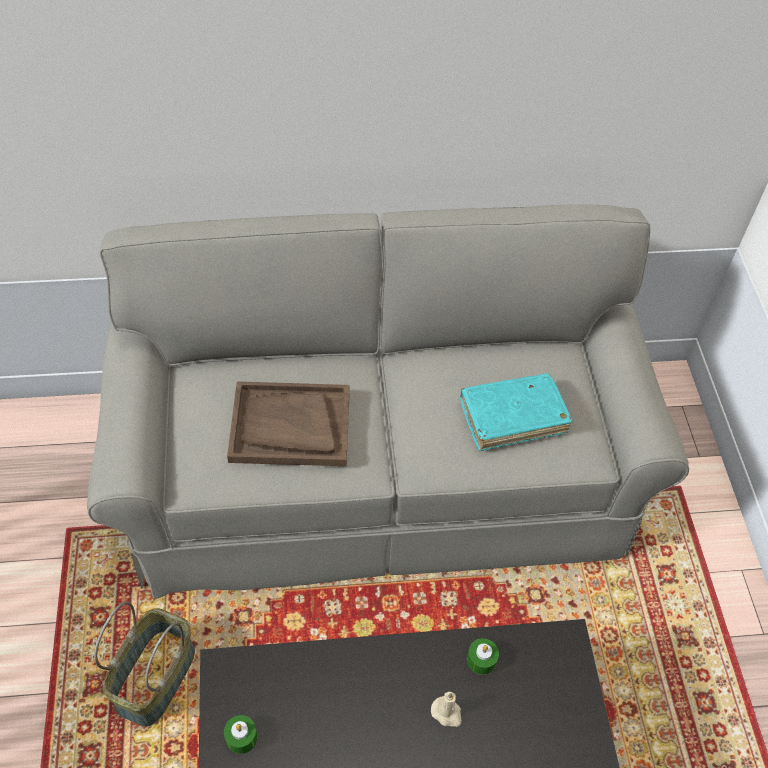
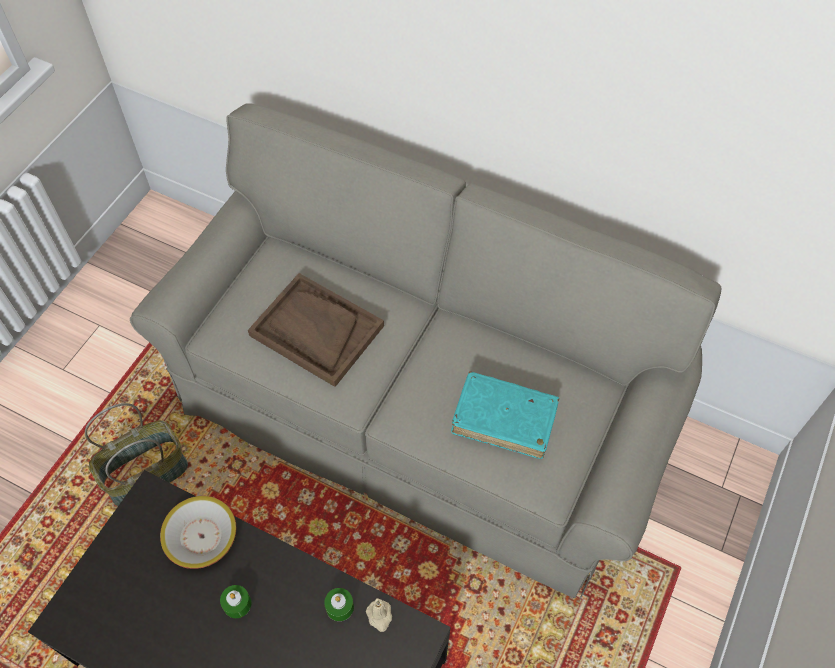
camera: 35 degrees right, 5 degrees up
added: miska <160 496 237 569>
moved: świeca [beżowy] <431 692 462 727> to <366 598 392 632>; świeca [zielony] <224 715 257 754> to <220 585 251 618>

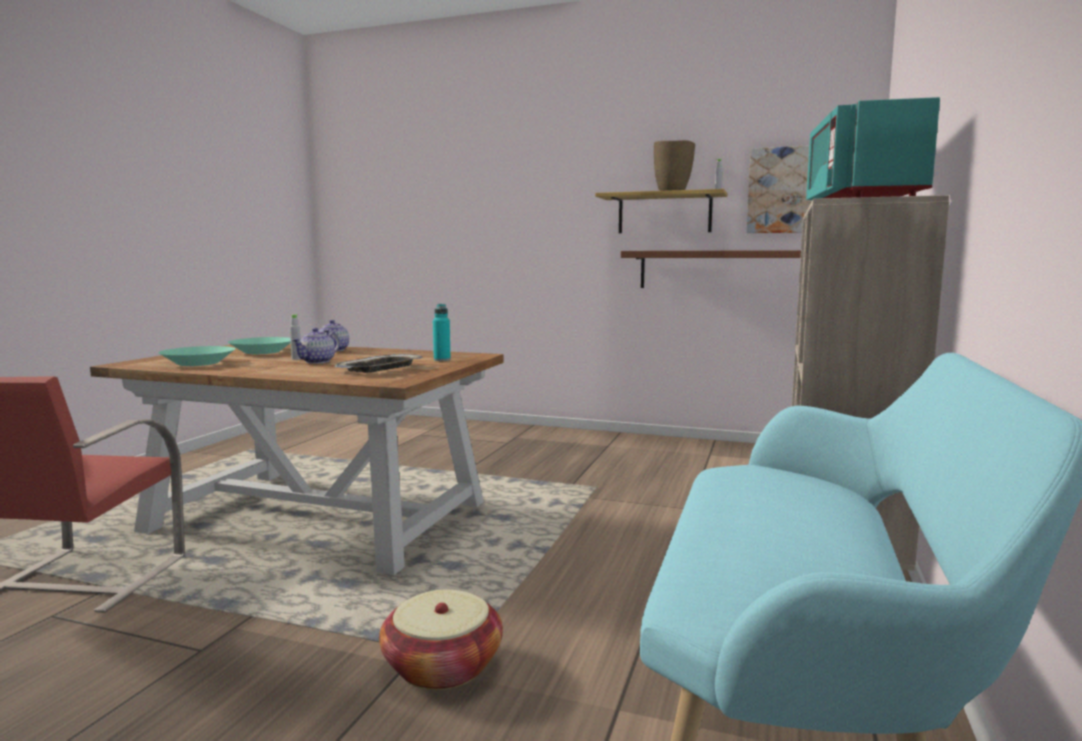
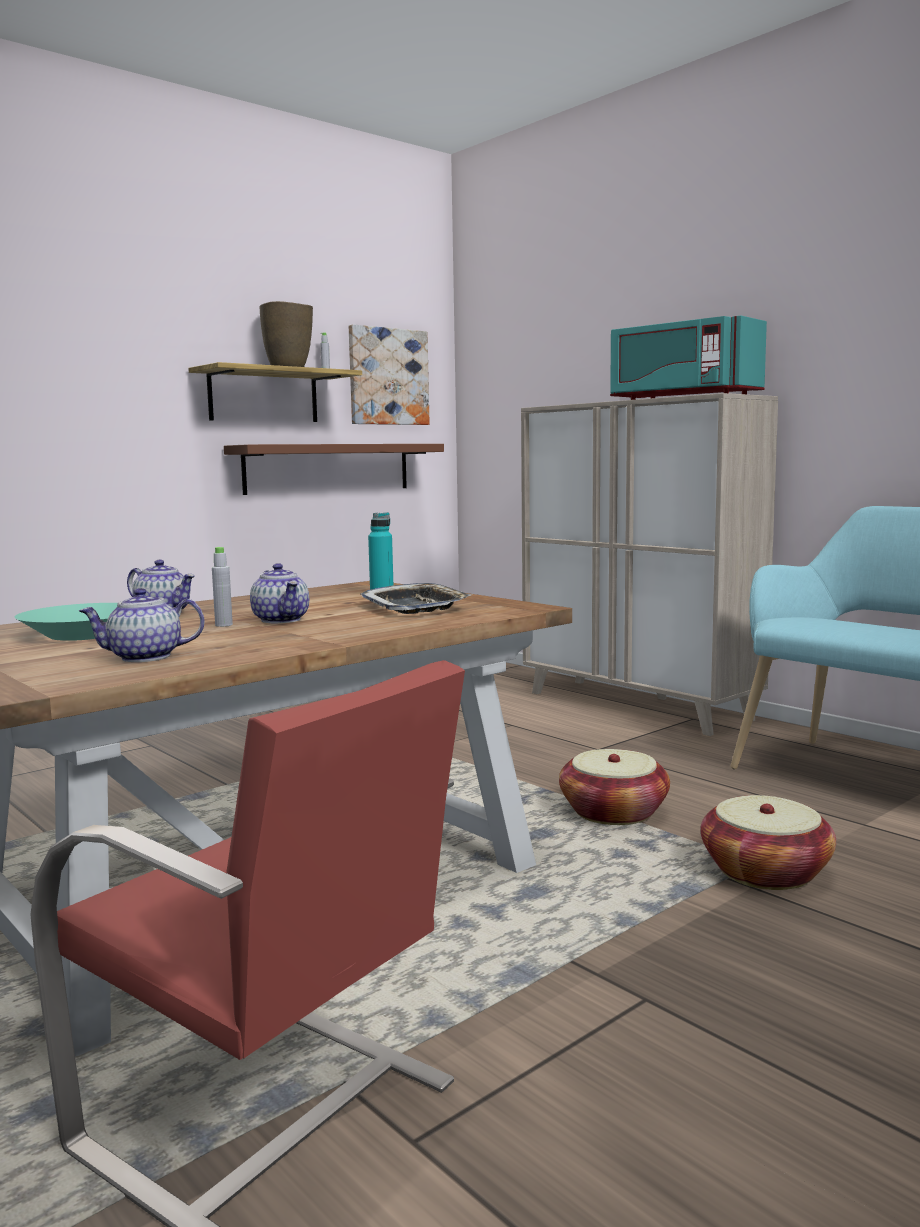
camera: 60 degrees left, 0 degrees up
added: koszyk <559 749 670 825>
replaced: miska [turkusowy] <158 346 236 366> to imbryk <79 588 204 662>

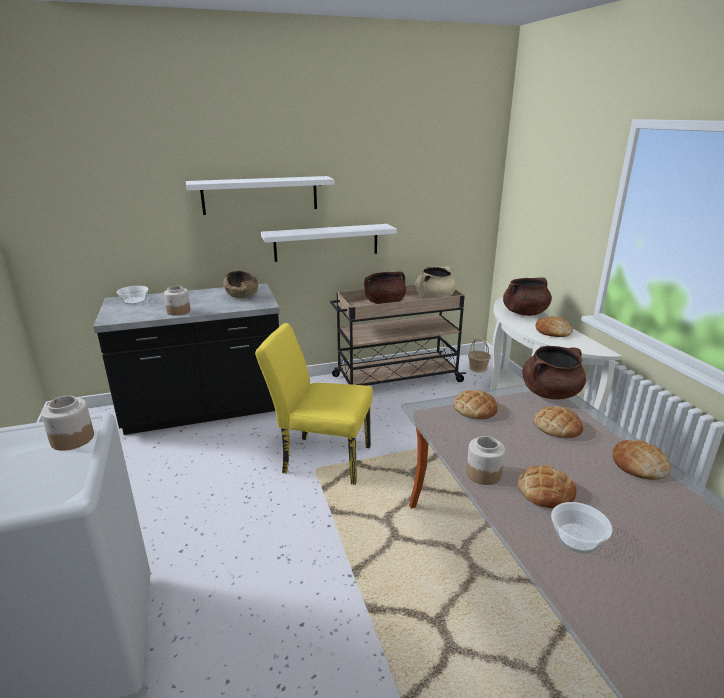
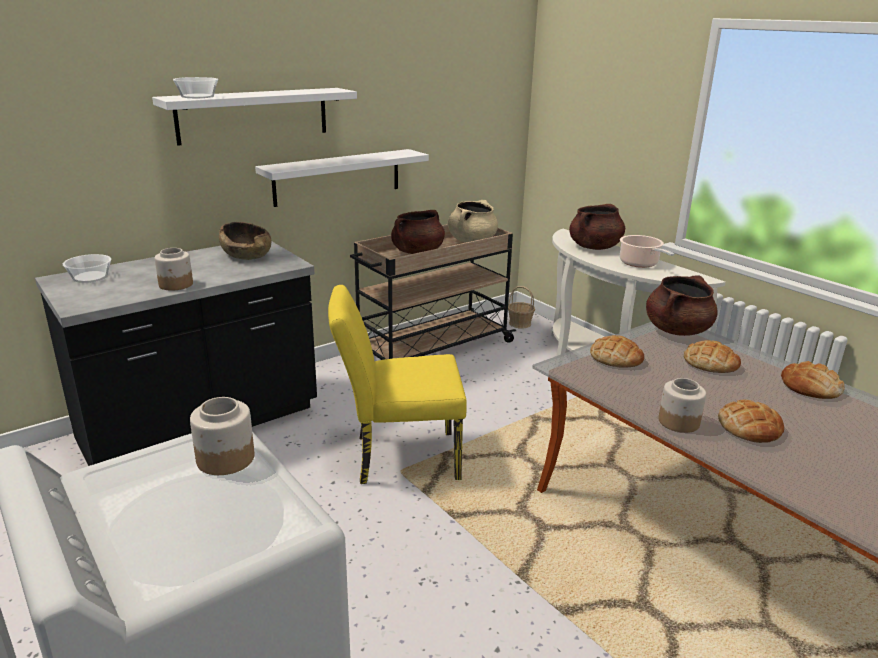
camera: 20 degrees left, 0 degrees up
moved: miska <551 502 612 554> to <173 77 218 98>
replaced: chleb <536 316 573 337> to garnek <620 235 675 268>

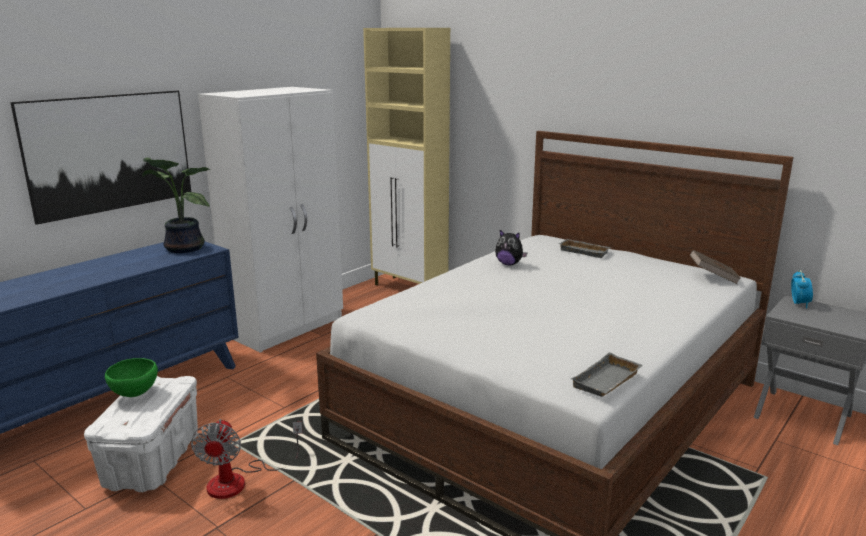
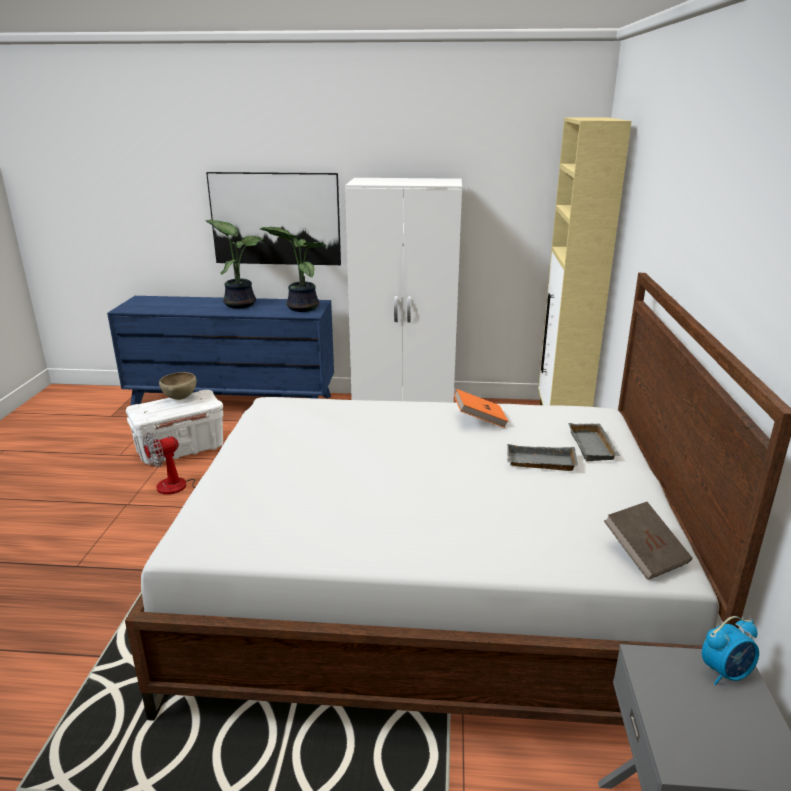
camera: 55 degrees right, 5 degrees up
added: roślina doniczkowa <206 220 265 308>
moved: taca [szary] <571 352 643 397> to <507 444 578 471>
replaced: pluszak <495 230 527 265> to książka [pomarańczowy] <454 389 509 428>
recoloured: miska [zielony] <105 358 158 397> to miska [brązowy] <159 372 197 400>

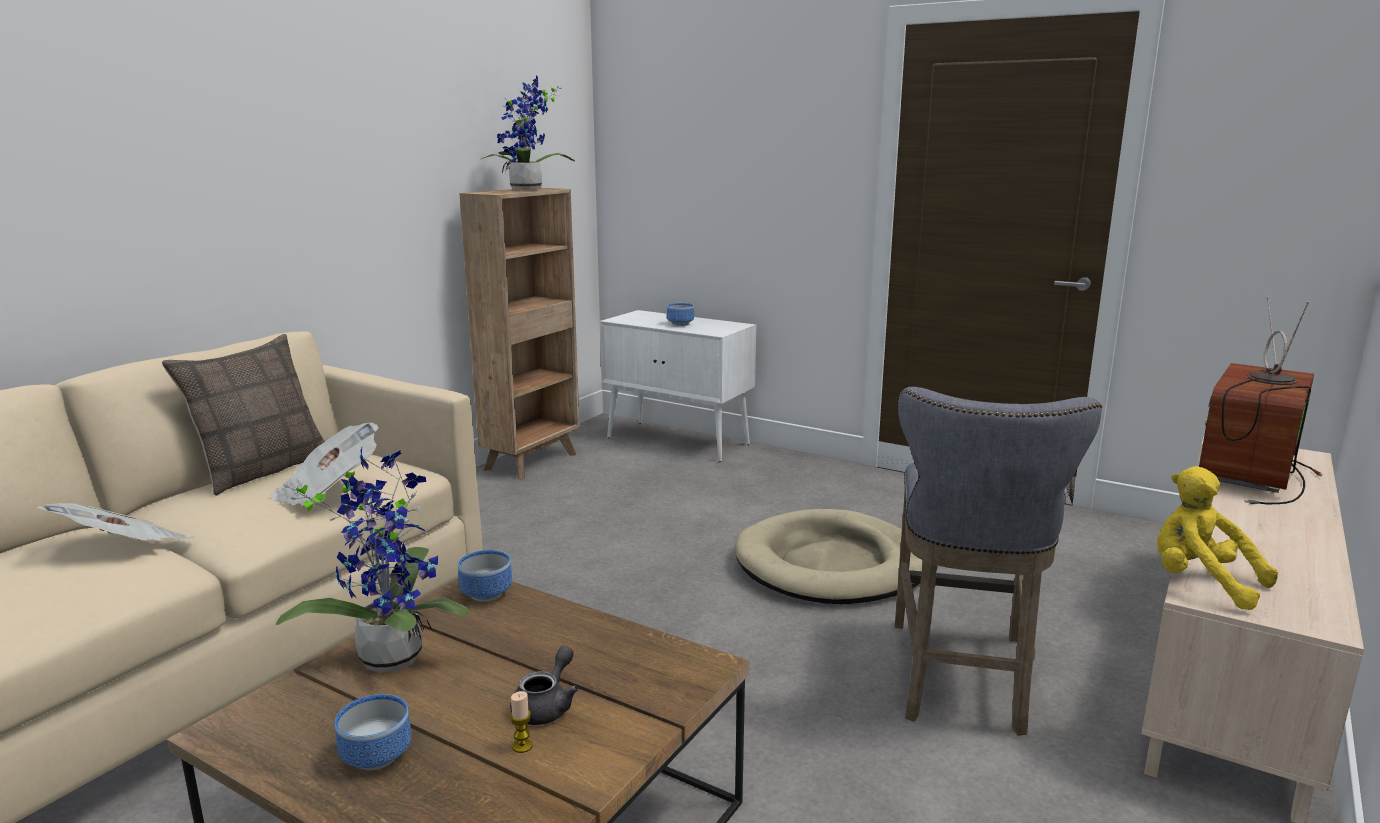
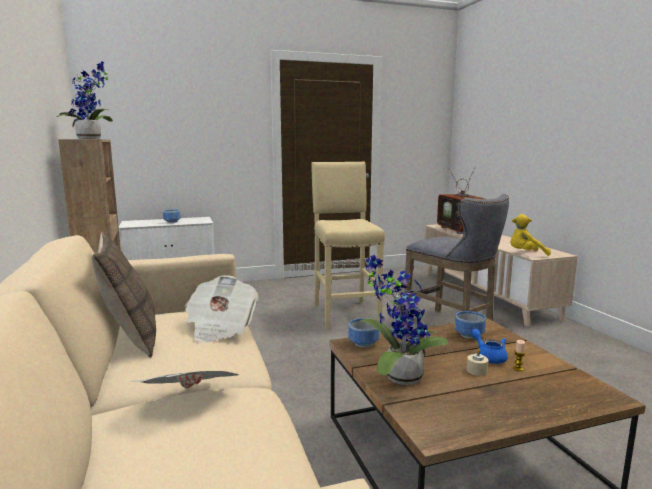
camera: 50 degrees left, 5 degrees down
added: świeca [beżowy] <467 348 489 376>
moved: miska <335 694 412 770> to <455 311 486 339>
replaced: legowisko [beżowy] <735 509 923 604> to stołek [beżowy] <311 161 385 329>
recoloured: imbryk [szary] <510 646 579 725> to imbryk [niebieski] <471 329 508 364>

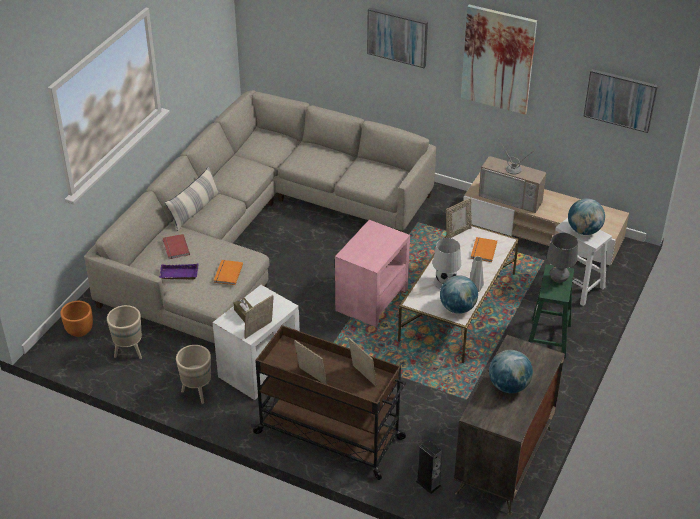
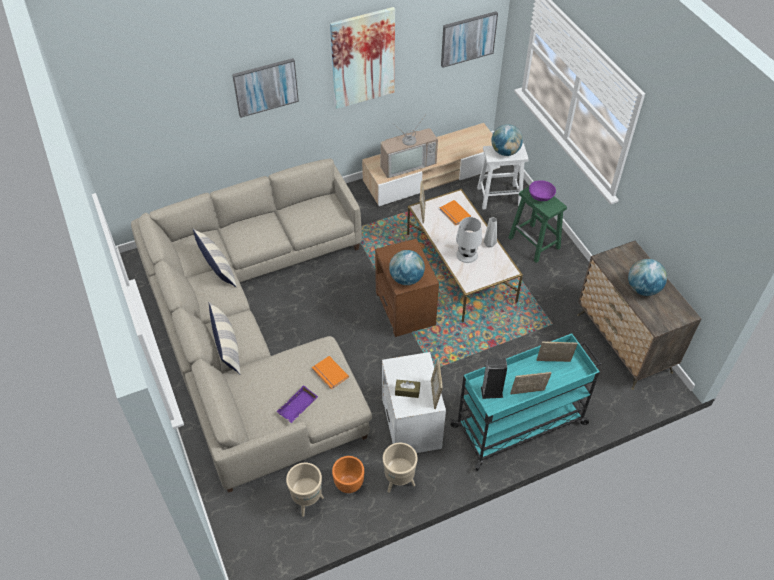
camera: 50 degrees left, 10 degrees up
removed: książka [czerwony] <163 234 190 259>
added: poduszka <193 229 237 287>
moved: globus <440 275 478 314> to <389 250 425 285>; donica [pomarańczowy] <60 301 93 337> to <332 456 364 493>; głośnik <416 440 442 494> to <481 358 507 399>
replaced: lampa stołowa [szary] <547 233 578 283> to miska [fioletowy] <529 180 556 201>
recoloured: stolik [różowy] <335 220 410 327> to stolik [brązowy] <375 238 439 337>; wózek [brązowy] <251 325 406 480> to wózek [turkusowy] <449 334 601 471>

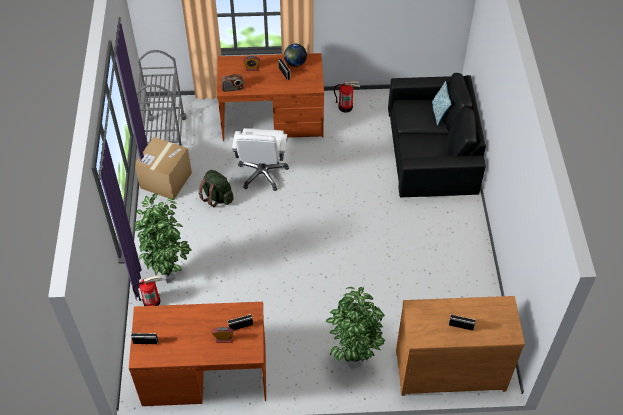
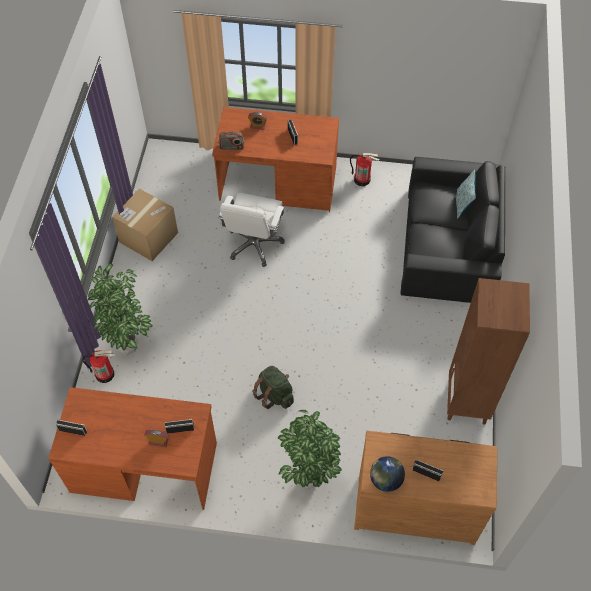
camera: 10 degrees right, 5 degrees up
removed: wózek [szary] <136 50 187 146>
added: regał [brązowy] <447 278 530 425>
moved: globus <284 44 307 67> to <370 456 405 492>; plecak [zielony] <199 170 234 207> to <252 366 294 409>

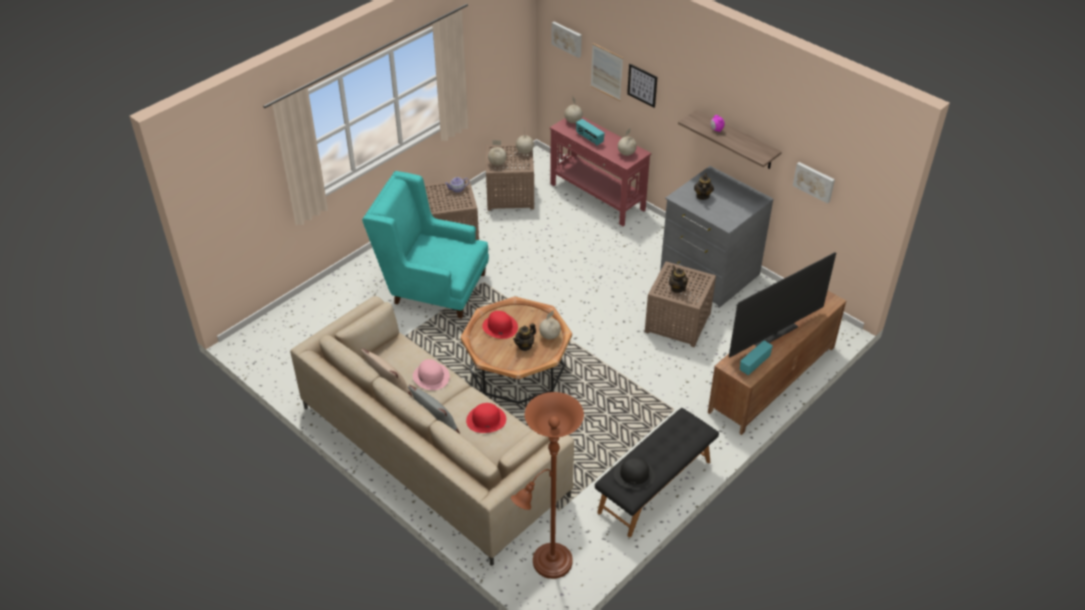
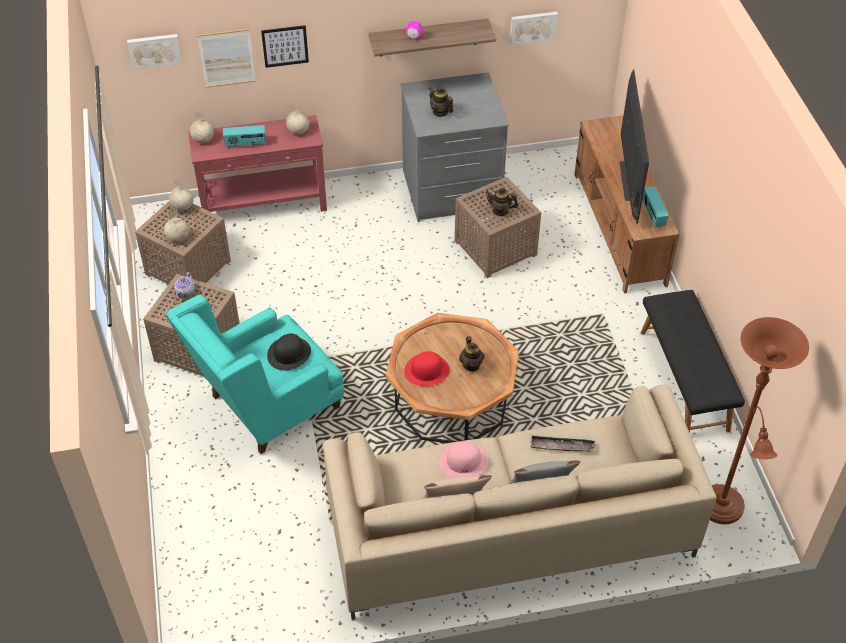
camera: 55 degrees left, 5 degrees up
removed: globus <539 310 561 339>
moved: kapelusz [czarny] <614 458 655 489> to <267 333 311 371>
replaced: kapelusz [czerwony] <466 403 506 433> to taca <530 435 595 452>

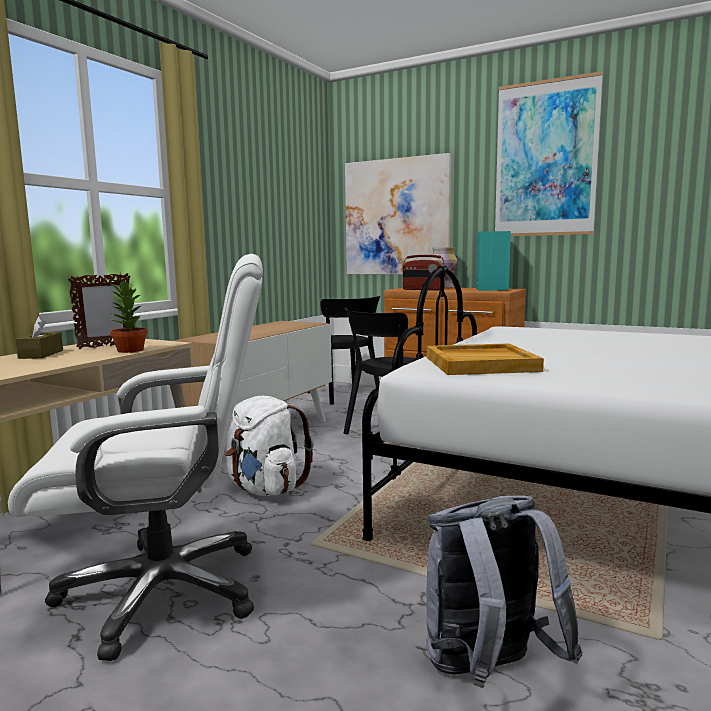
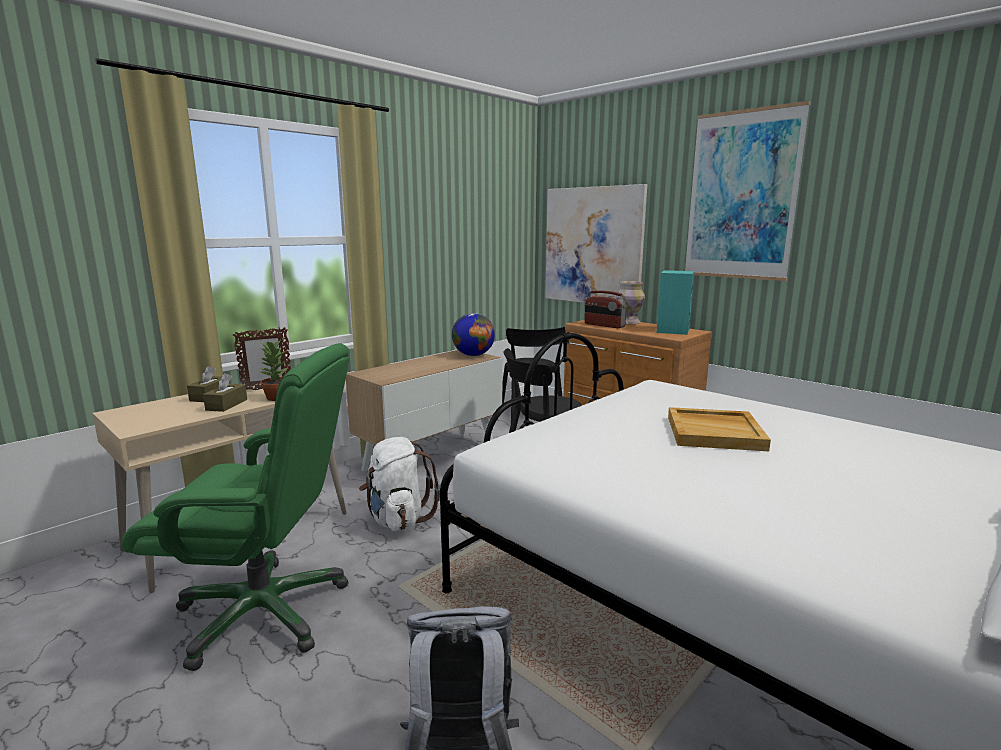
camera: 15 degrees right, 5 degrees up
added: globus <452 313 495 356>; pudełko chusteczek [brązowy] <203 373 247 412>
moved: taca [beżowy] <427 343 544 375> to <668 407 771 451>
recoloured: krzesło biurowe [biały] <8 254 263 661> to krzesło biurowe [zielony] <122 343 349 671>

